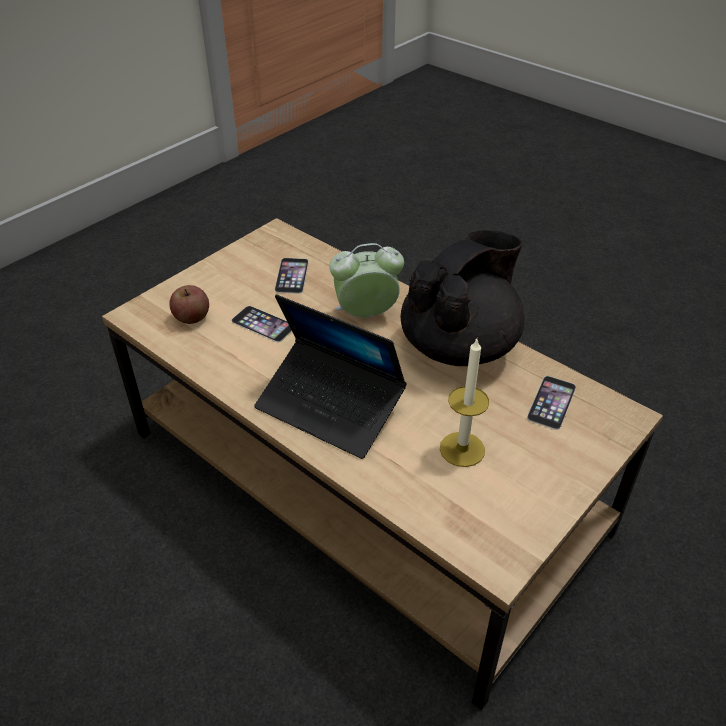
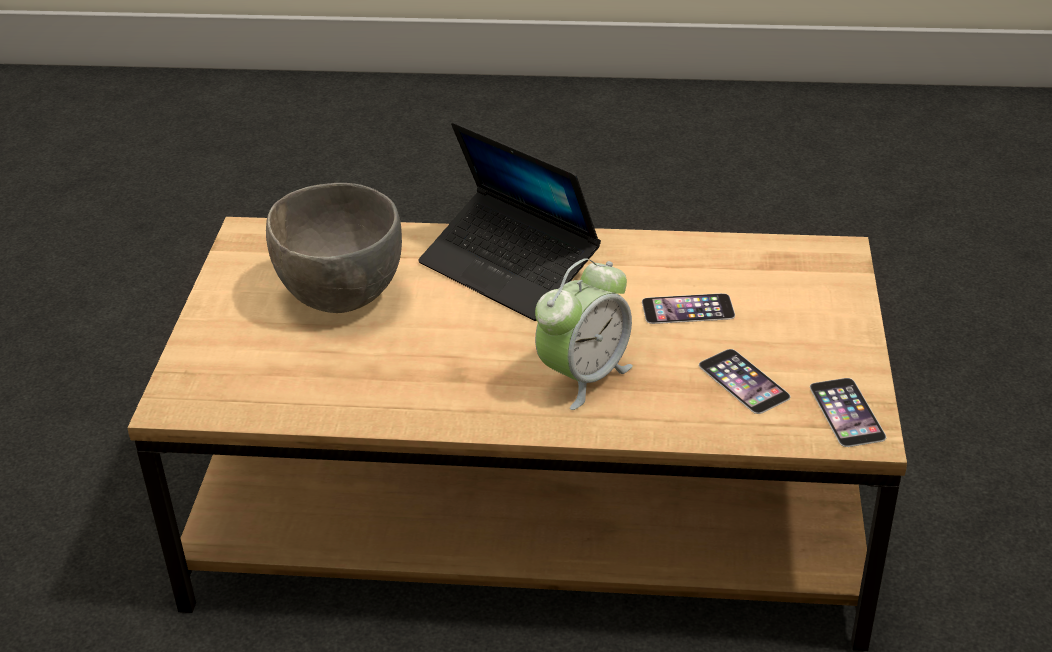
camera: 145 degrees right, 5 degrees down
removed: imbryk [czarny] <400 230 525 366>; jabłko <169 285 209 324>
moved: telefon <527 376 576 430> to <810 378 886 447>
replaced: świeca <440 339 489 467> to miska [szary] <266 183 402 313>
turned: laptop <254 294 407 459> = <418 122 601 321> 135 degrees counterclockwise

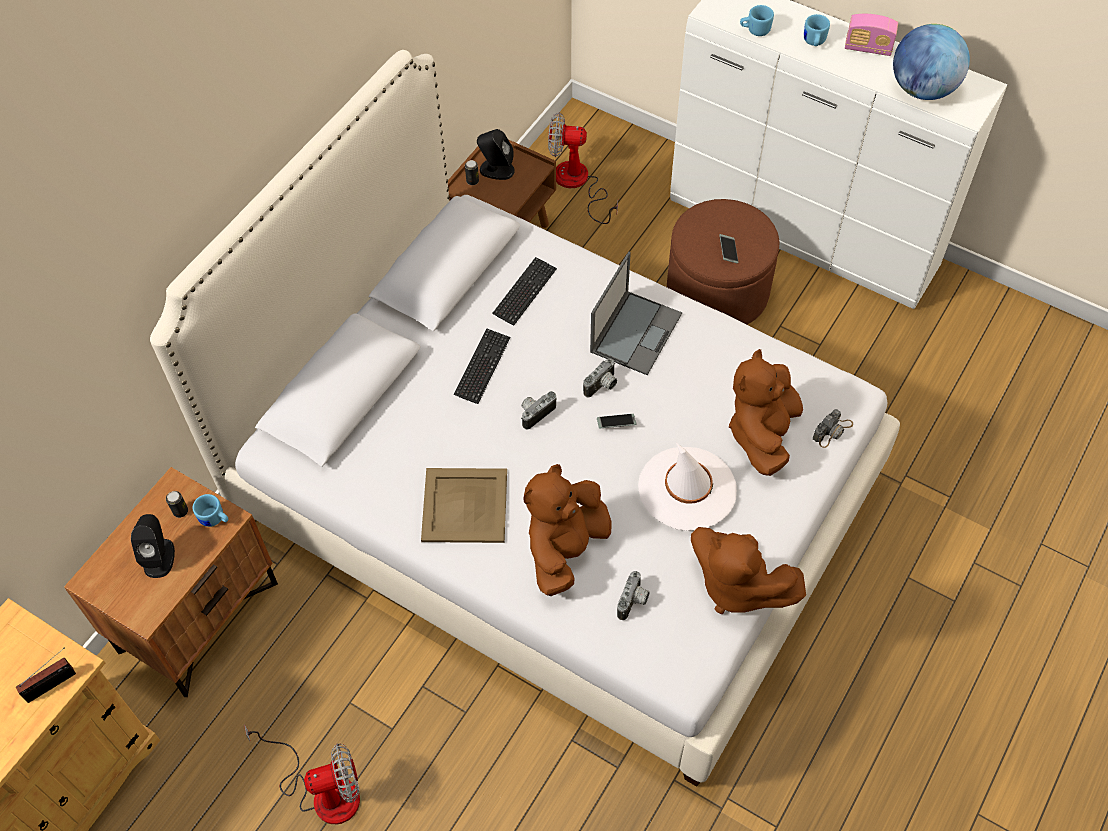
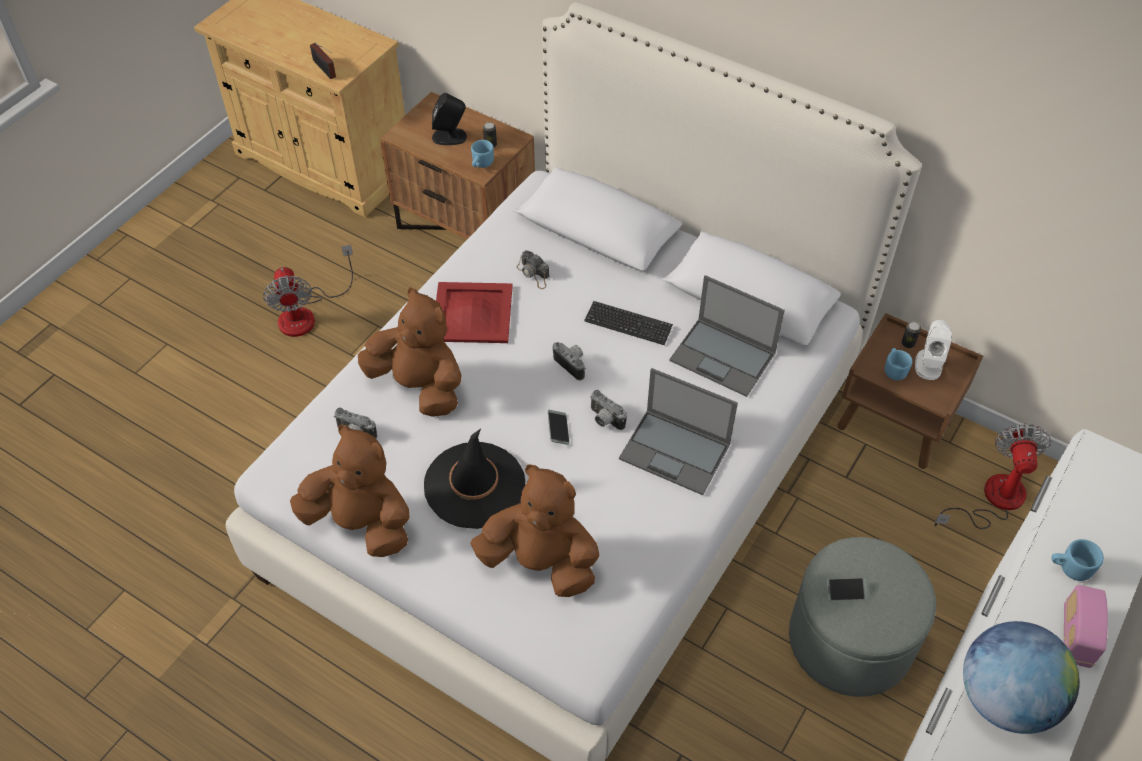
camera: 90 degrees right, 5 degrees down
moved: kubek [niebieski] <740 5 774 36> to <885 348 912 380>; aparat fotograficzny <813 409 853 448> to <517 250 549 289>
replaced: klawiatura <492 257 557 326> to laptop <669 275 785 397>
recoloured: głośnik [czarny] <477 129 515 180> to głośnik [biały] <915 320 952 380>; pufa [brązowy] <667 199 780 325> to pufa [szary] <789 537 936 697>; kapelusz [biały] <638 443 737 531> to kapelusz [czarny] <424 429 525 529>; taca [beżowy] <421 468 507 543> to taca [czerwony] <436 282 513 343>
turned: pluszak [brązowy] <691 527 806 615> = <290 425 409 557> 75 degrees clockwise

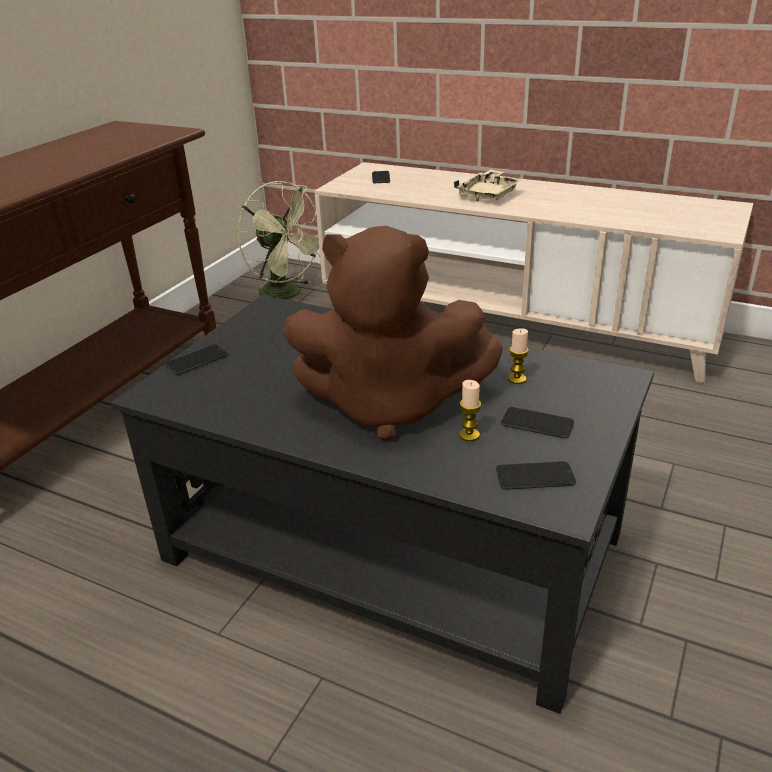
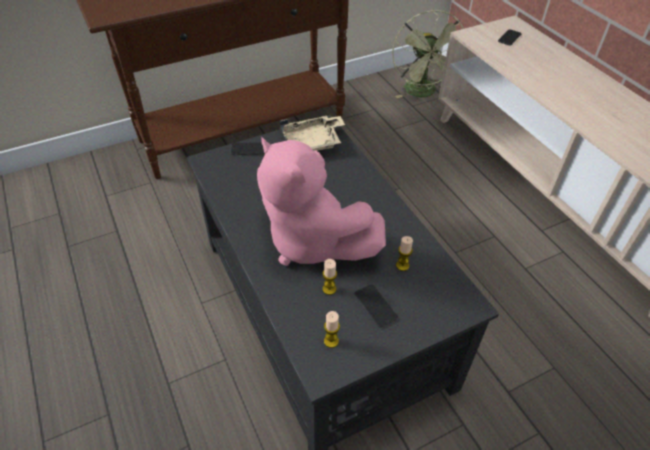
camera: 35 degrees right, 15 degrees up
moved: taca [beżowy] <454 170 523 201> to <280 116 345 151>
replaced: telefon <496 461 576 490> to świeca <324 311 340 348>
recoloured: pluszak [brązowy] <283 226 503 441> to pluszak [różowy] <257 137 386 266>

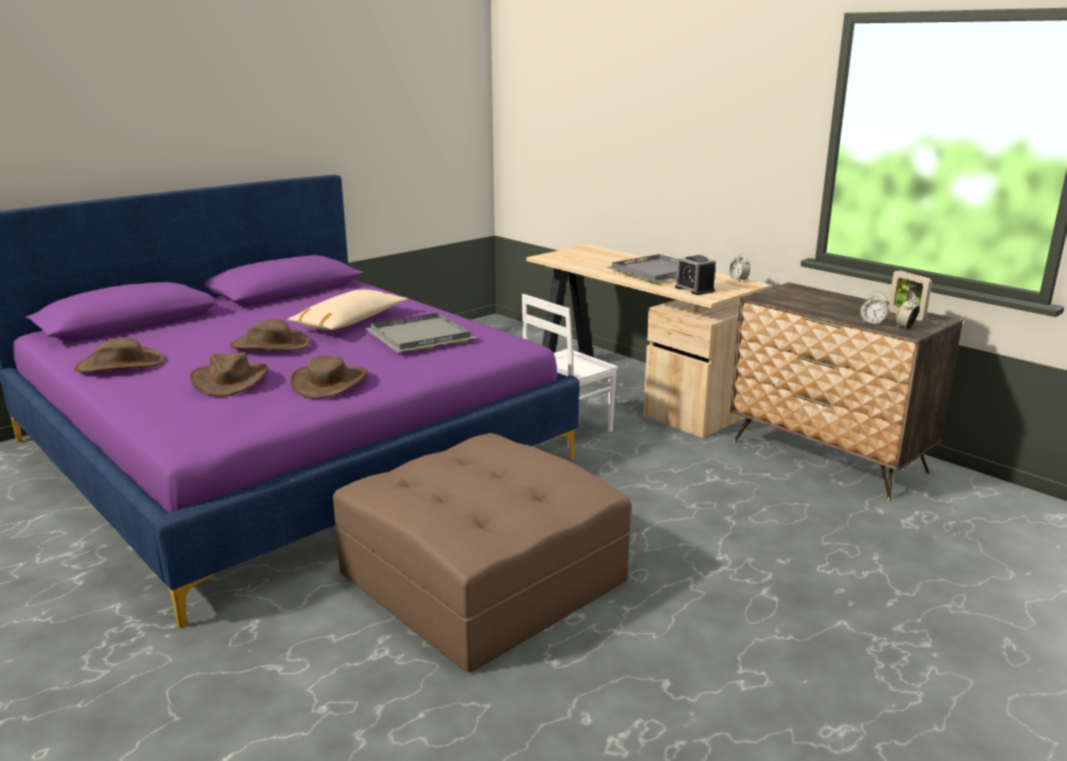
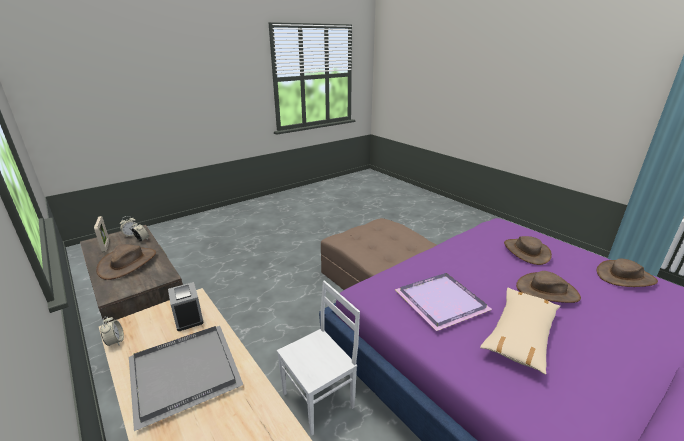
camera: 175 degrees left, 5 degrees up
moved: kapelusz [brązowy] <290 356 367 399> to <96 244 156 280>
recoloured: taca [szary] <365 313 477 352> to taca [fioletowy] <395 273 493 331>

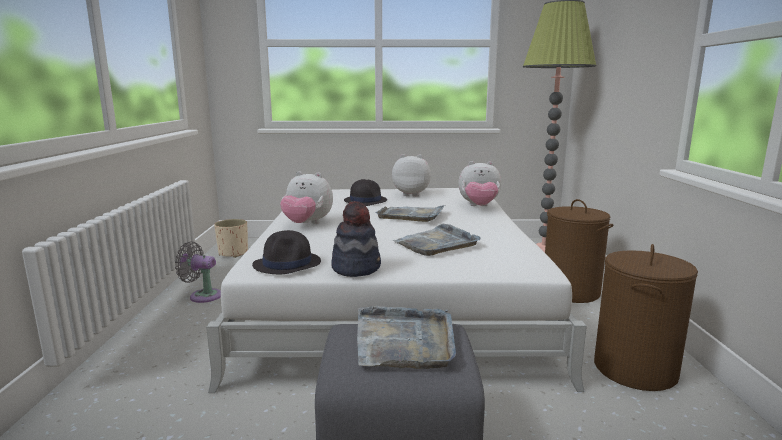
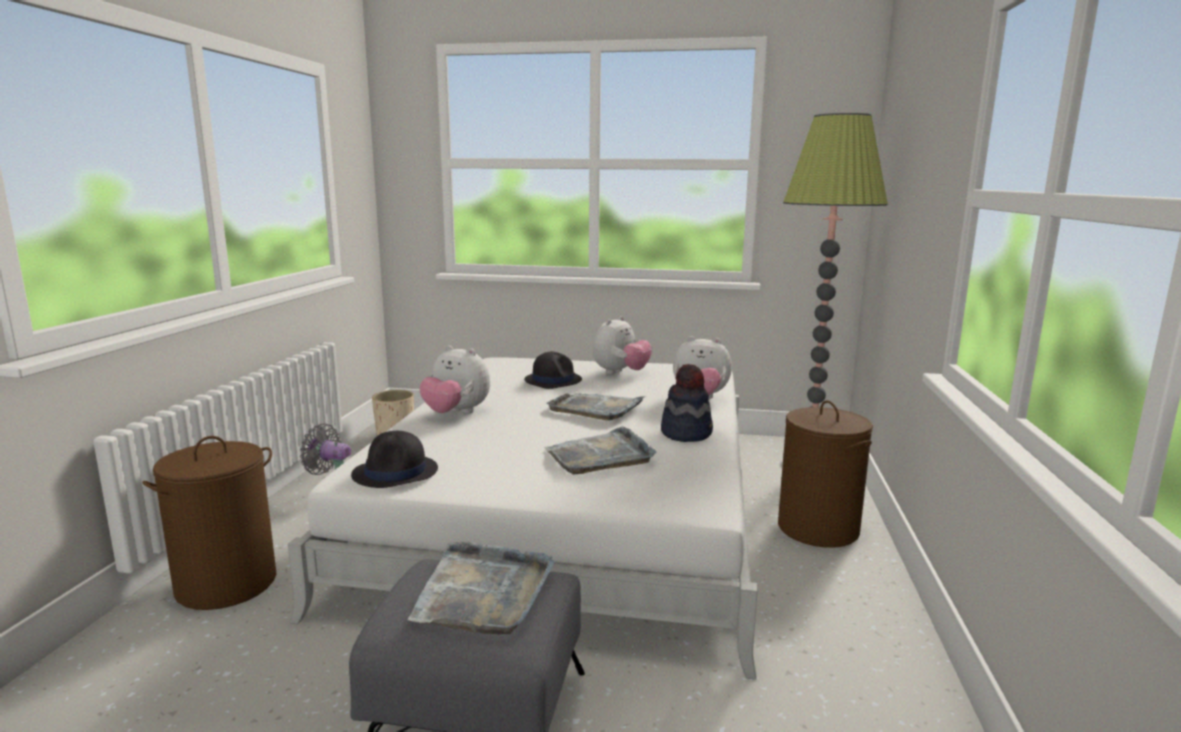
camera: 10 degrees right, 0 degrees up
moved: kapelusz <331 201 381 277> to <661 364 713 442>; kosz na pranie [brązowy] <594 244 698 391> to <142 436 276 610>
turned: pluszak <392 154 431 196> = <593 316 652 375> 105 degrees clockwise

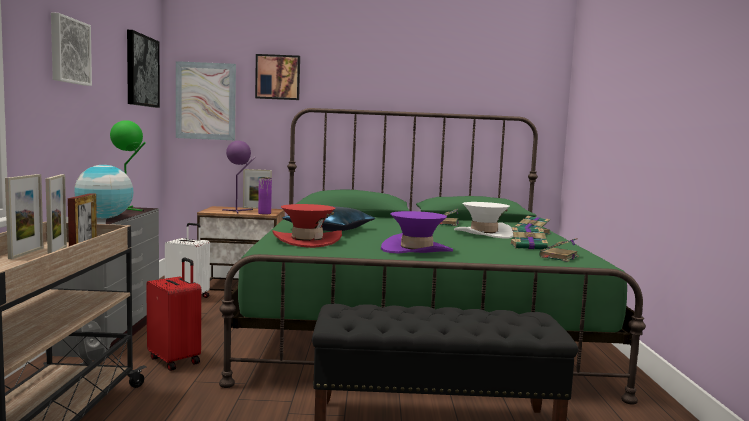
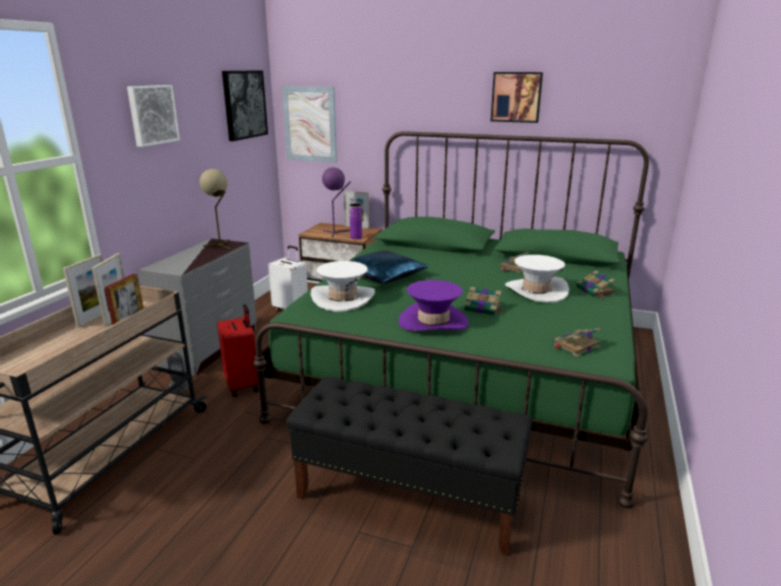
camera: 20 degrees right, 15 degrees up
removed: globus <74 165 133 219>
moved: obraz <255 54 300 100> to <491 72 543 123>; książka <510 227 549 250> to <464 287 504 315>
recoloured: lampa stołowa [zielony] <110 120 146 212> to lampa stołowa [beżowy] <200 169 231 250>; kapelusz [czerwony] <272 204 342 248> to kapelusz [biały] <311 261 375 312>

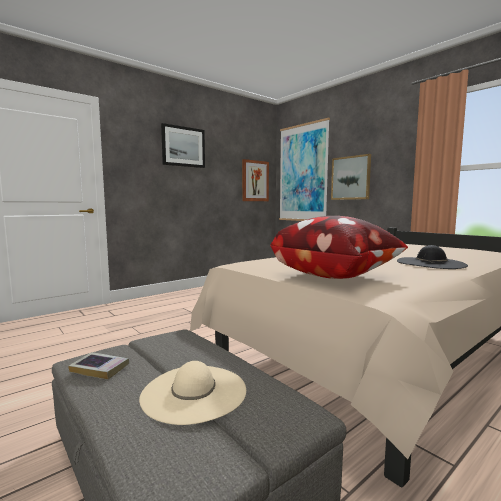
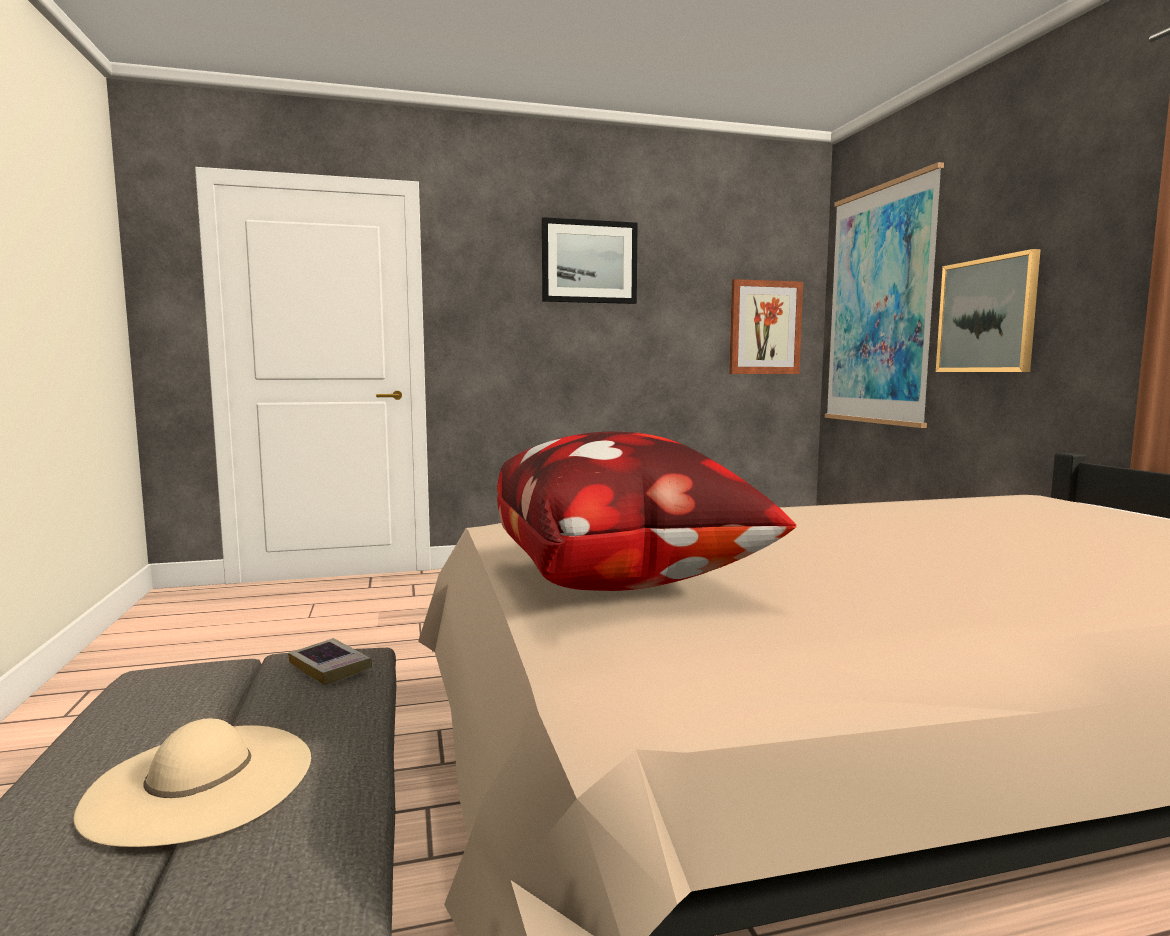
camera: 25 degrees right, 0 degrees up
removed: kapelusz [czarny] <397 245 468 269>
moved: książka <68 352 129 380> to <288 638 372 686>

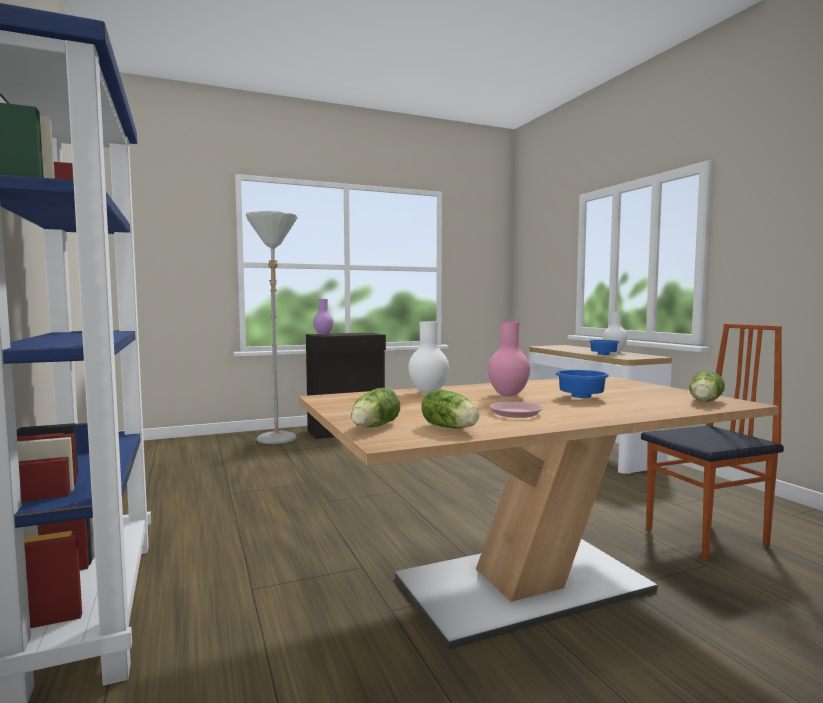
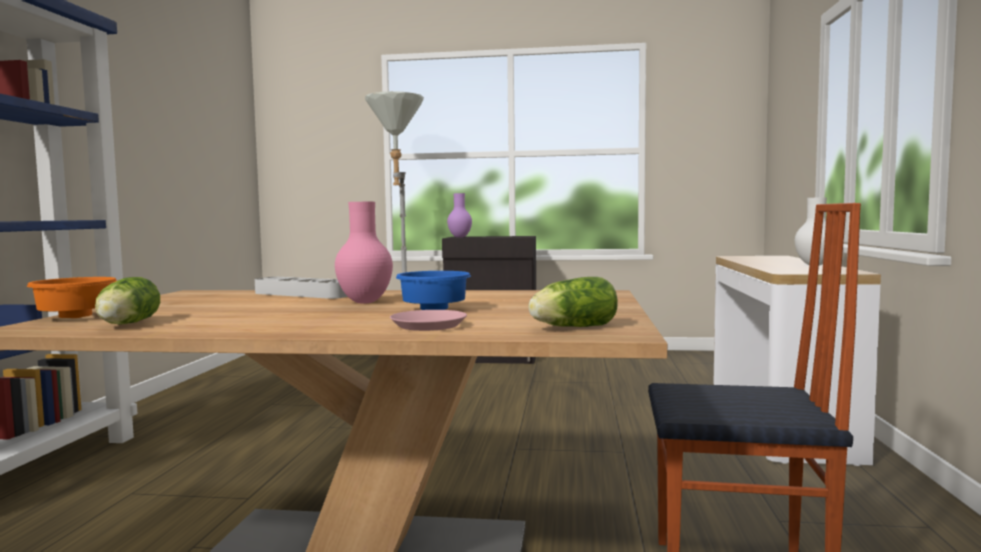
camera: 30 degrees right, 0 degrees up
removed: miska [niebieski] <589 340 620 355>
moved: talerz [różowy] <489 402 543 418> to <390 310 467 331>
replaced: wazon [biały] <408 321 449 394> to taca [szary] <255 277 348 299>; sałata <351 388 400 428> to miska [pomarańczowy] <27 277 117 318>

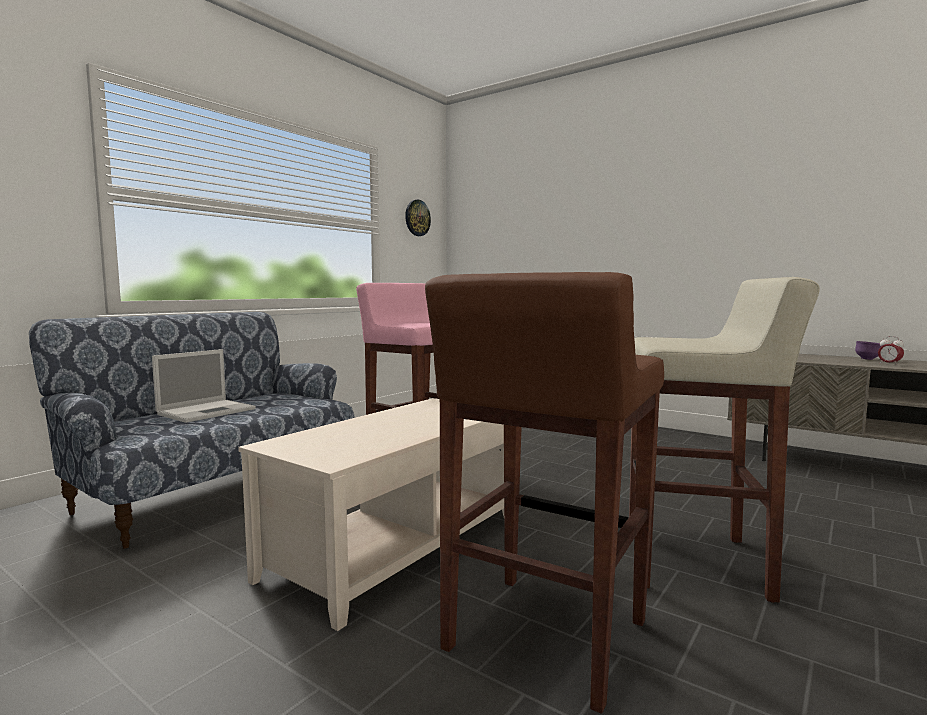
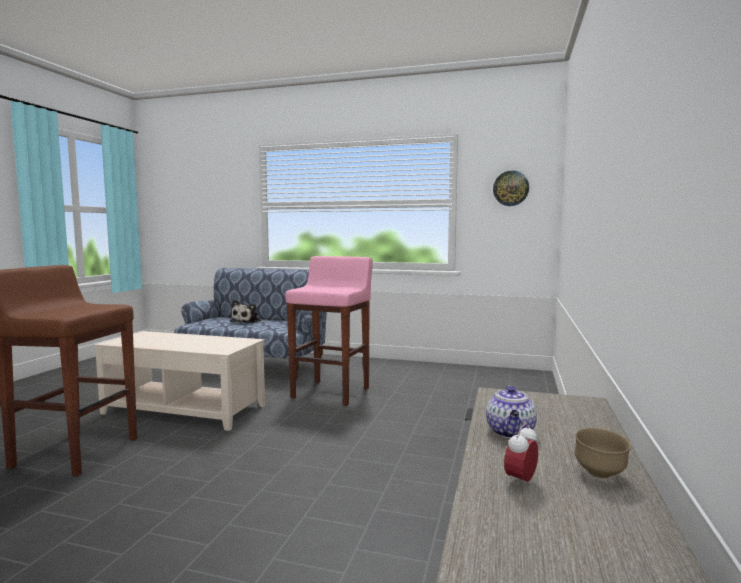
camera: 70 degrees right, 0 degrees up
removed: stołek [beżowy] <629 277 820 603>
added: imbryk <486 386 537 438>
replaced: laptop <152 349 256 423> to pluszak <230 300 261 323>
recoloured: miska [fioletowy] <855 341 883 360> to miska [brązowy] <575 428 631 478>

